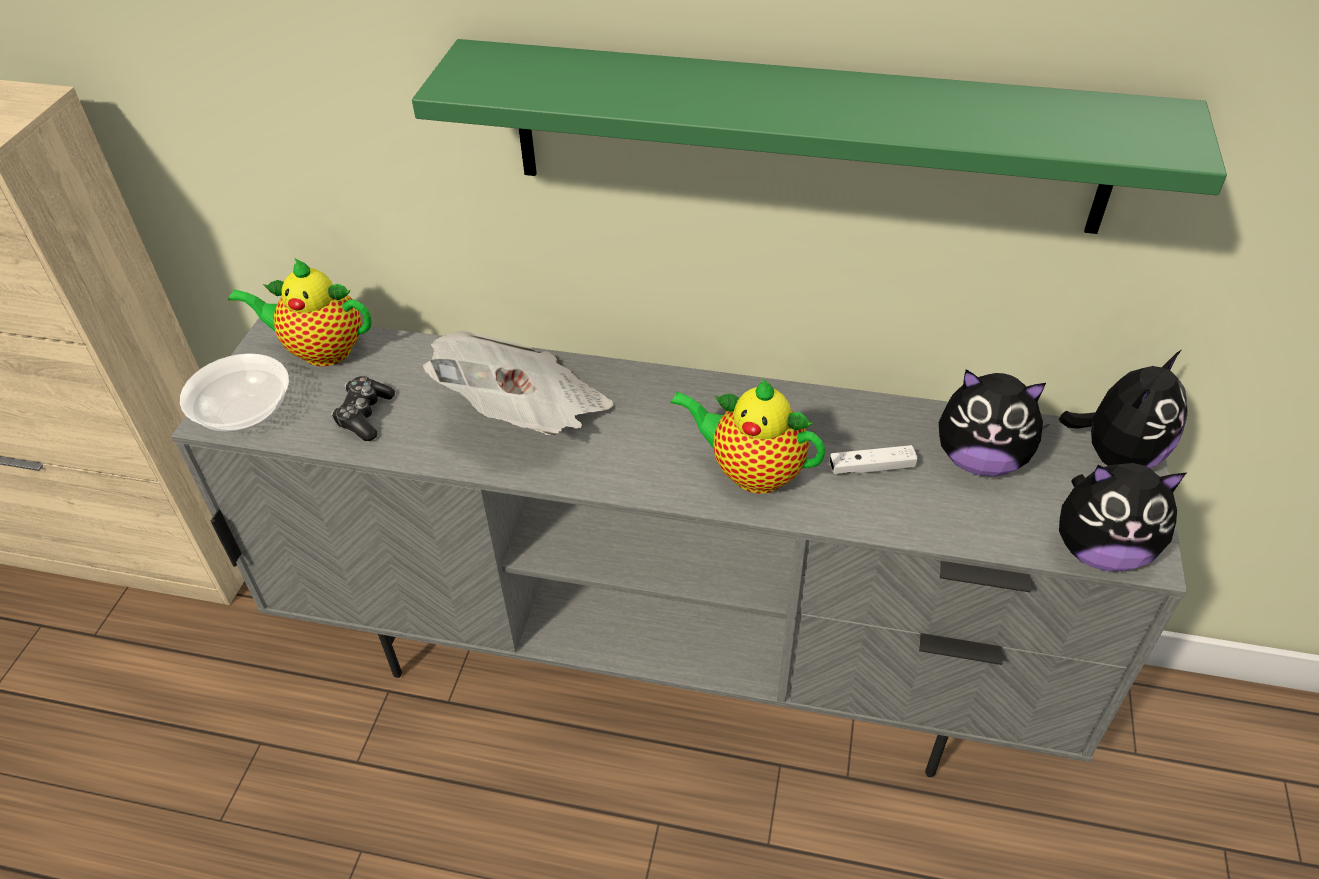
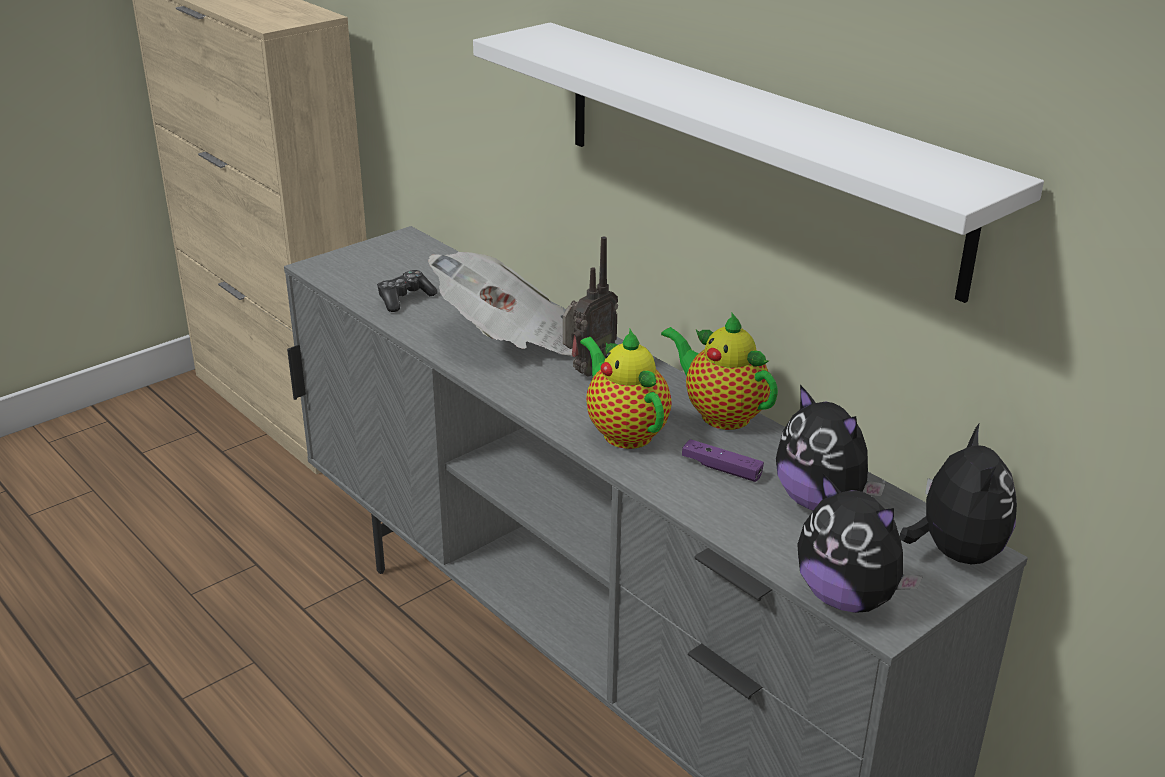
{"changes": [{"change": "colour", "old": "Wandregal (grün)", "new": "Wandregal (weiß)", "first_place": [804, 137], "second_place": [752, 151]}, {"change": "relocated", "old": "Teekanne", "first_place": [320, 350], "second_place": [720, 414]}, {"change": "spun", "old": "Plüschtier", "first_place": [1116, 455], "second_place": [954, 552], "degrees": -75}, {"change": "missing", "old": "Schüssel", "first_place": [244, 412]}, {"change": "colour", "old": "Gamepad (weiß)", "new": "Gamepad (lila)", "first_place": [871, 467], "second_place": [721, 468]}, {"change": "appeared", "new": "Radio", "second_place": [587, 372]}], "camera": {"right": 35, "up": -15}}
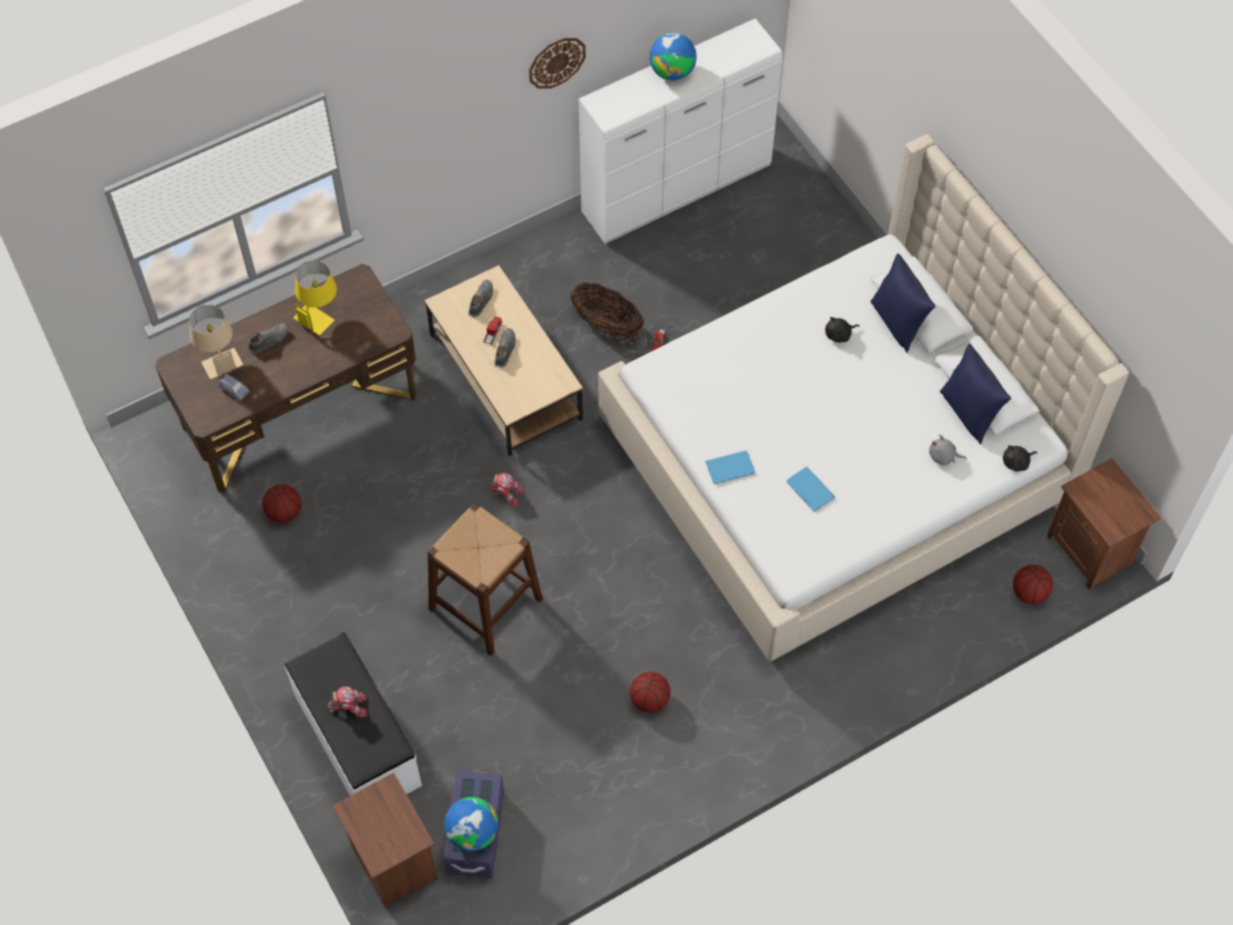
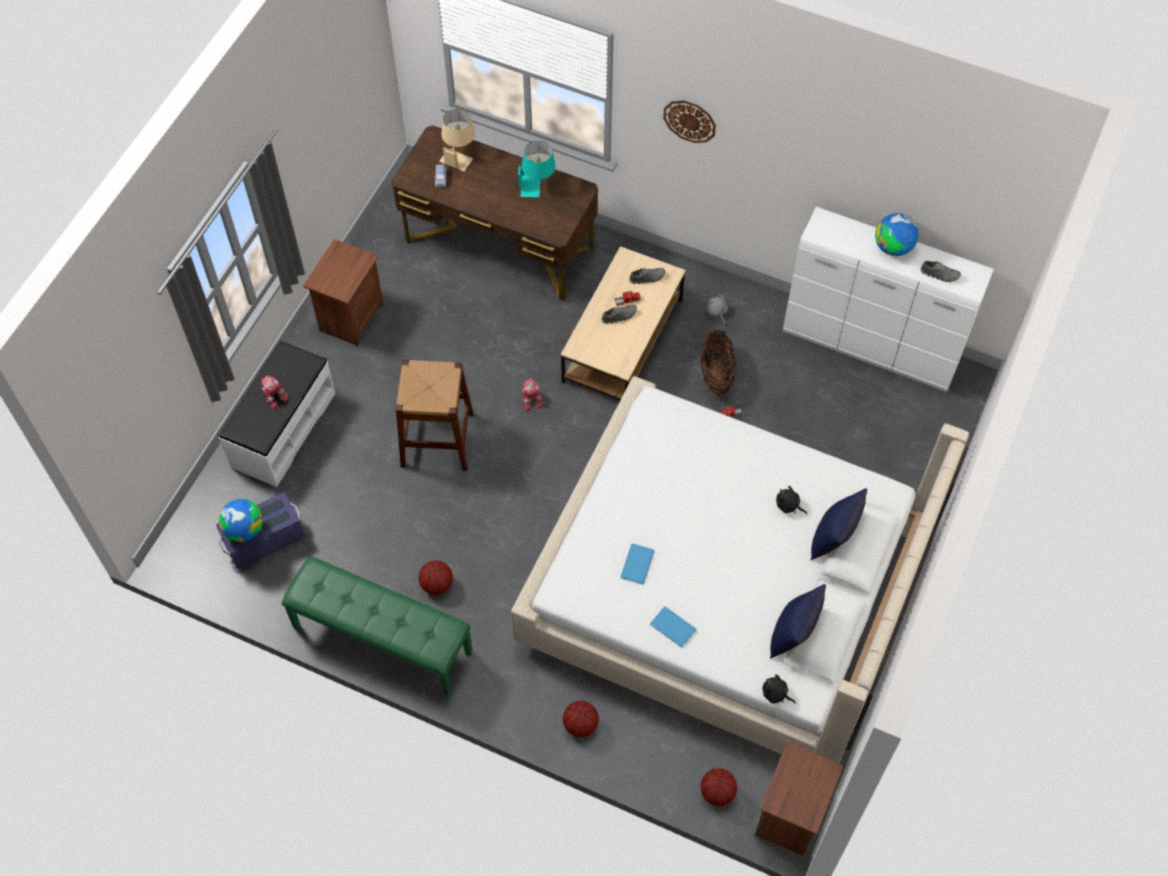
{"changes": [{"change": "relocated", "old": "Wanduhr", "first_place": [556, 62], "second_place": [689, 121]}, {"change": "colour", "old": "Tischlampe (gelb)", "new": "Tischlampe (türkis)", "first_place": [318, 313], "second_place": [537, 185]}, {"change": "relocated", "old": "Schuh (grau)", "first_place": [269, 340], "second_place": [939, 274]}, {"change": "relocated", "old": "Plüschtier (grau)", "first_place": [943, 456], "second_place": [717, 312]}, {"change": "relocated", "old": "Buch (blau)", "first_place": [731, 468], "second_place": [673, 628]}, {"change": "relocated", "old": "Basketball", "first_place": [285, 513], "second_place": [580, 725]}, {"change": "relocated", "old": "Nachttisch (braun)", "first_place": [392, 863], "second_place": [350, 317]}, {"change": "appeared", "new": "Bank (grün)", "second_place": [381, 640]}], "camera": {"right": 55, "up": 0}}
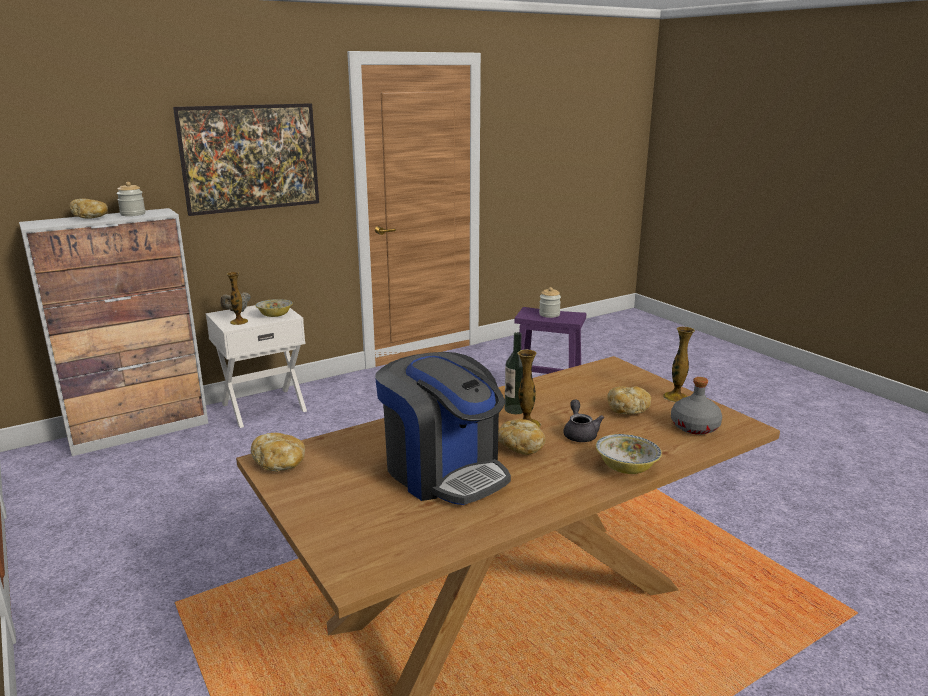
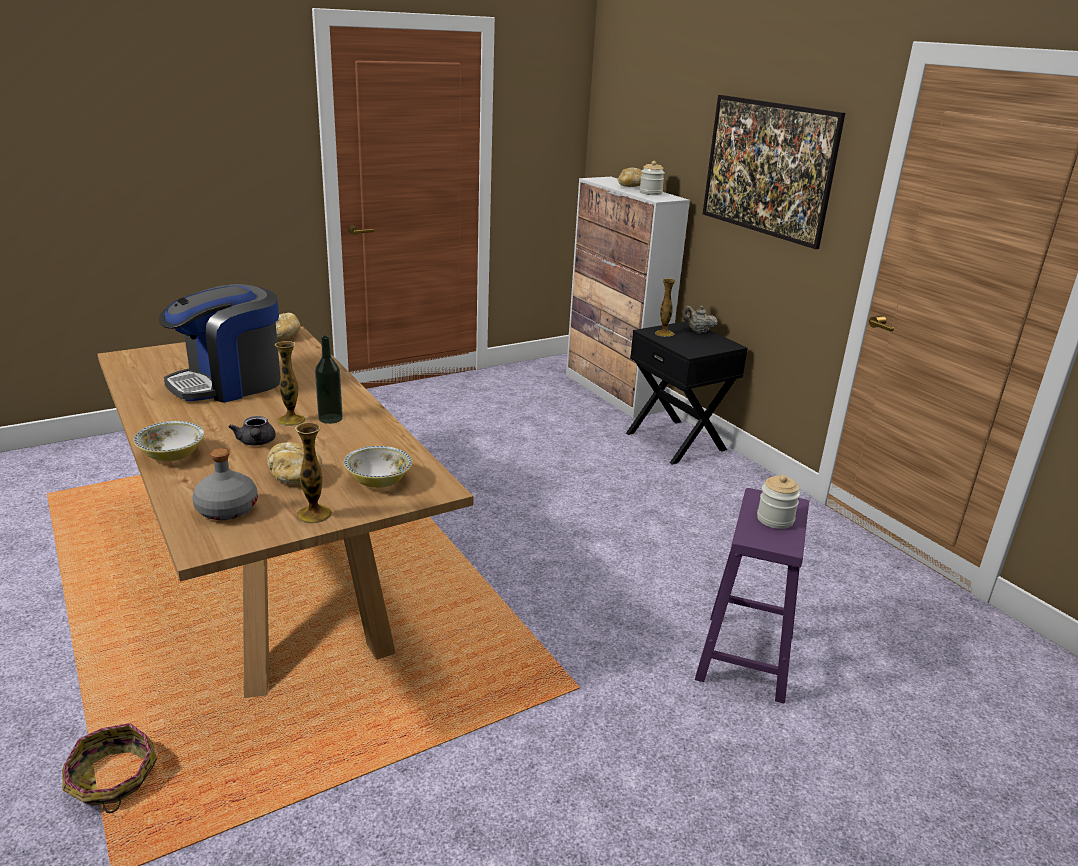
{"changes": [{"change": "relocated", "old": "Schüssel", "first_place": [275, 315], "second_place": [378, 481]}, {"change": "colour", "old": "Nachttisch (weiß)", "new": "Nachttisch (schwarz)", "first_place": [263, 407], "second_place": [676, 441]}, {"change": "spun", "old": "Teekanne (grau)", "first_place": [580, 433], "second_place": [256, 443], "degrees": 75}, {"change": "missing", "old": "Brot", "first_place": [520, 447]}, {"change": "appeared", "new": "Korb", "second_place": [112, 779]}], "camera": {"right": 90, "up": 5}}
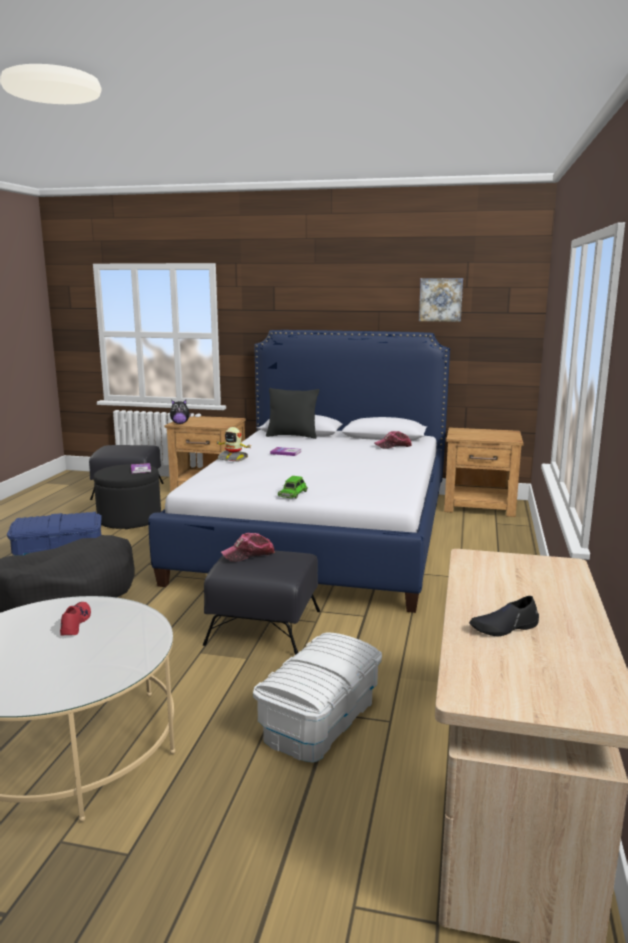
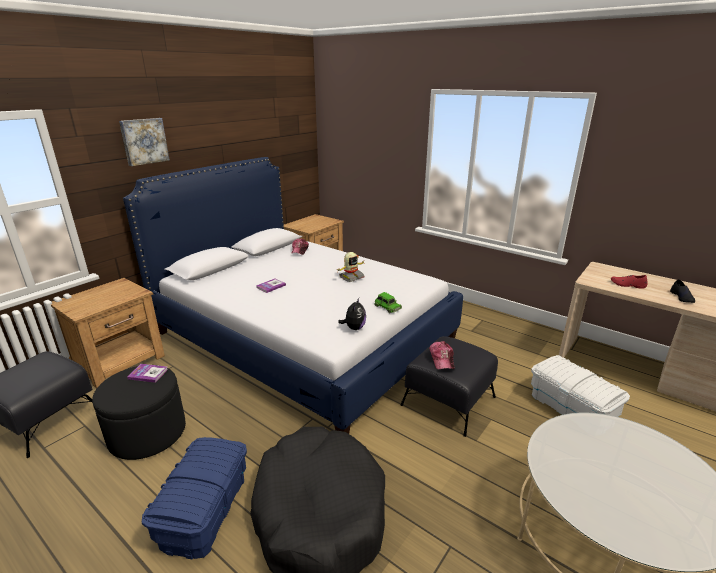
{"changes": [{"change": "relocated", "old": "Bild", "first_place": [440, 299], "second_place": [144, 141]}, {"change": "missing", "old": "Kissen (schwarz)", "first_place": [292, 436]}, {"change": "relocated", "old": "Plüschtier", "first_place": [180, 423], "second_place": [354, 328]}, {"change": "relocated", "old": "Spielzeugroboter", "first_place": [233, 459], "second_place": [351, 277]}, {"change": "relocated", "old": "Schuh (rot)", "first_place": [75, 623], "second_place": [627, 285]}], "camera": {"right": -65, "up": 10}}
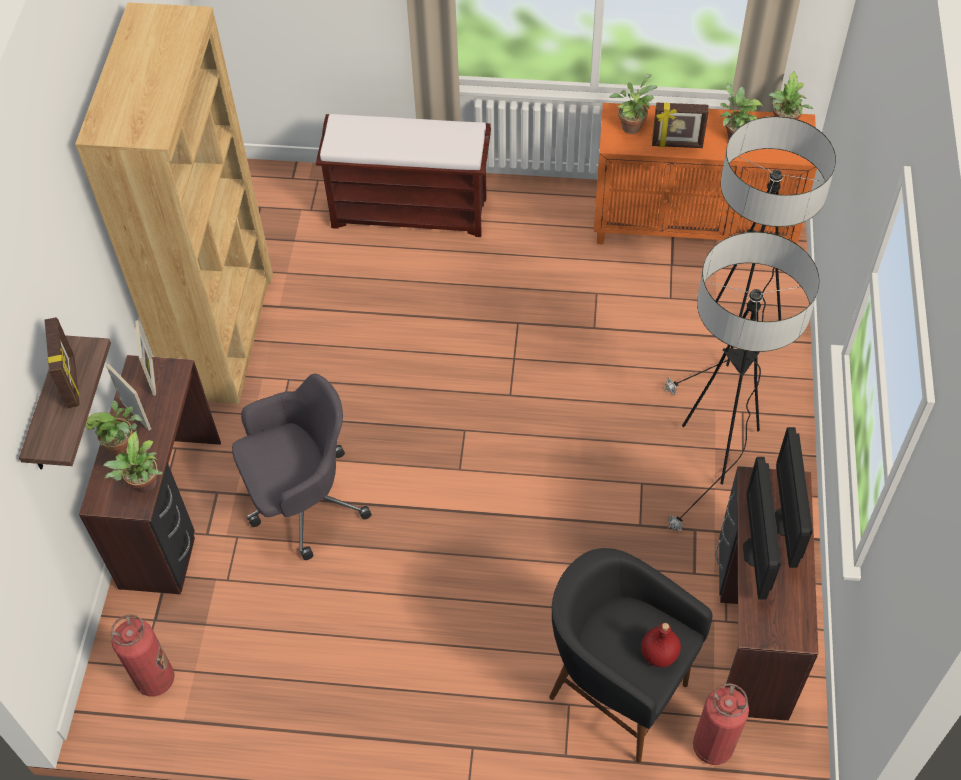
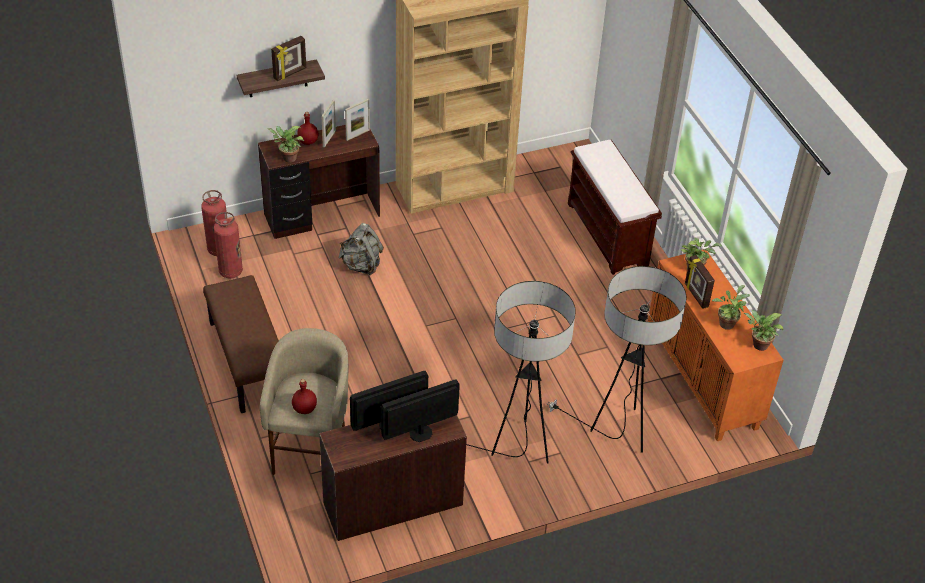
{"changes": [{"change": "exchanged", "old": "Bürostuhl (grau)", "new": "Rucksack (grau)", "first_place": [303, 501], "second_place": [361, 265]}, {"change": "exchanged", "old": "Topfpflanze", "new": "Flasche (rot)", "first_place": [124, 445], "second_place": [308, 141]}, {"change": "colour", "old": "Hocker (schwarz)", "new": "Hocker (beige)", "first_place": [616, 694], "second_place": [311, 449]}, {"change": "relocated", "old": "Feuerlöscher", "first_place": [712, 746], "second_place": [230, 271]}, {"change": "appeared", "new": "Bank (braun)", "second_place": [247, 361]}], "camera": {"right": 60, "up": -10}}
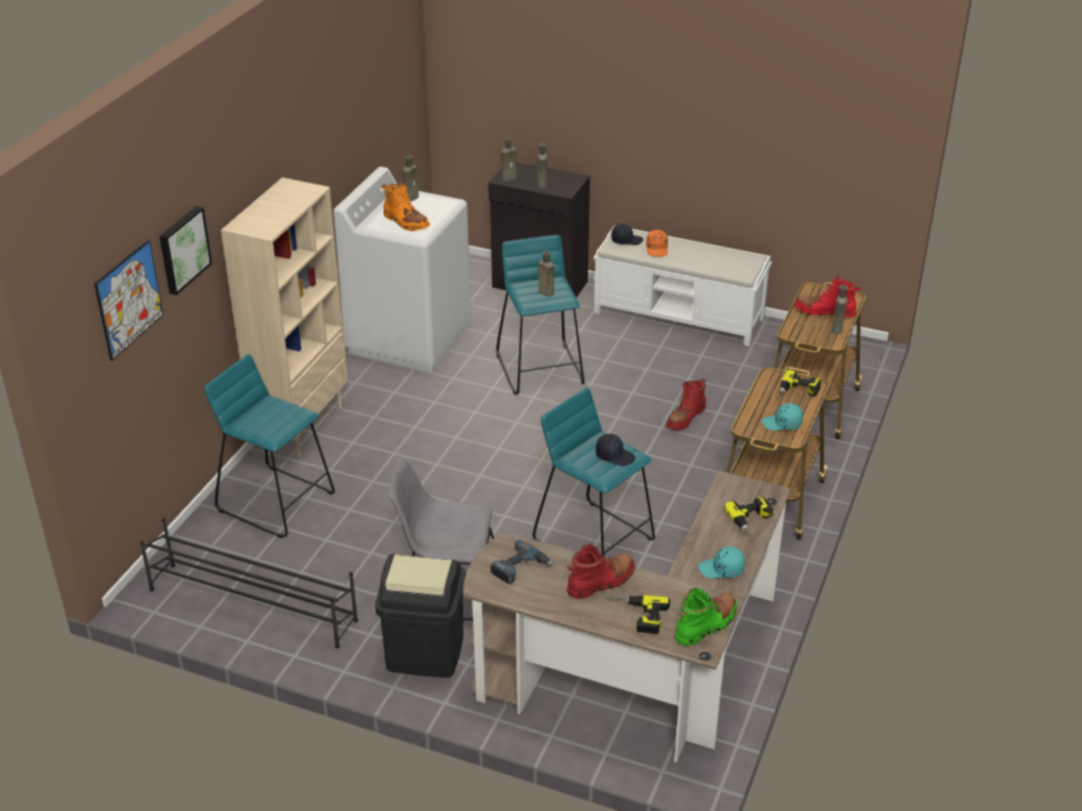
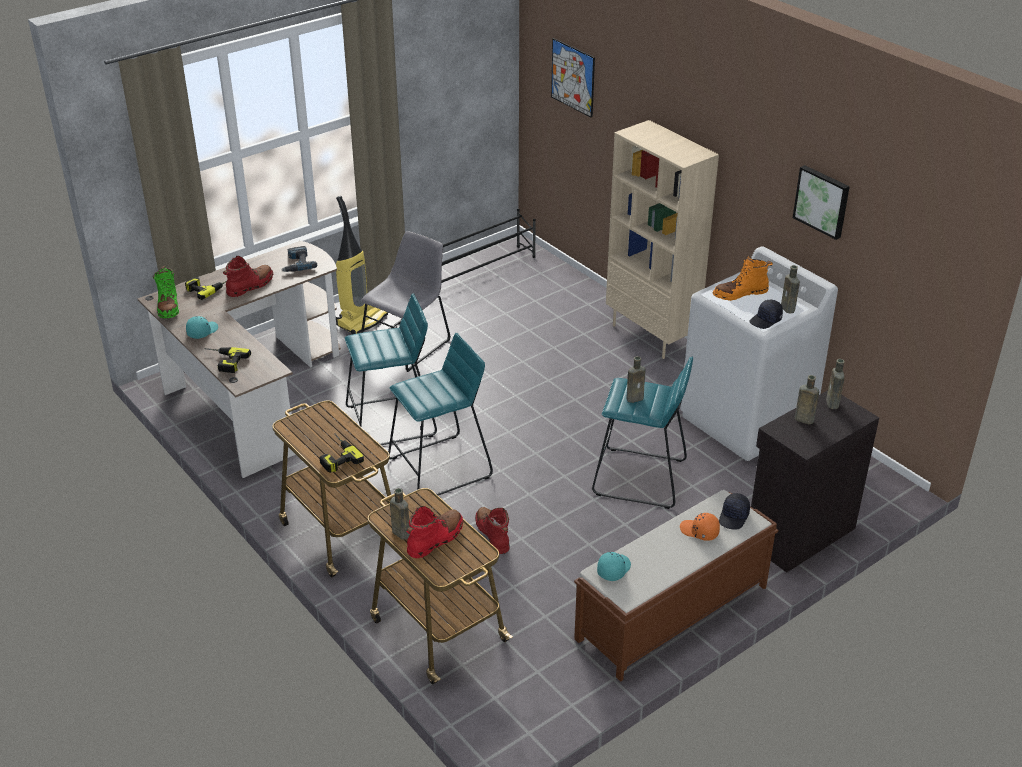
{"changes": [{"change": "relocated", "old": "Bild", "first_place": [183, 249], "second_place": [822, 201]}, {"change": "colour", "old": "Bank (weiß)", "new": "Bank (braun)", "first_place": [680, 315], "second_place": [671, 613]}, {"change": "relocated", "old": "Hocker (türkis)", "first_place": [276, 501], "second_place": [440, 468]}, {"change": "relocated", "old": "Kappe (türkis)", "first_place": [782, 424], "second_place": [613, 569]}, {"change": "relocated", "old": "Kappe (schwarz)", "first_place": [615, 456], "second_place": [766, 320]}, {"change": "spun", "old": "Stiefel (rot)", "first_place": [601, 582], "second_place": [250, 286], "degrees": -135}, {"change": "exchanged", "old": "Mülleimer (schwarz)", "new": "Staubsauger", "first_place": [425, 653], "second_place": [361, 320]}], "camera": {"right": 120, "up": 0}}
